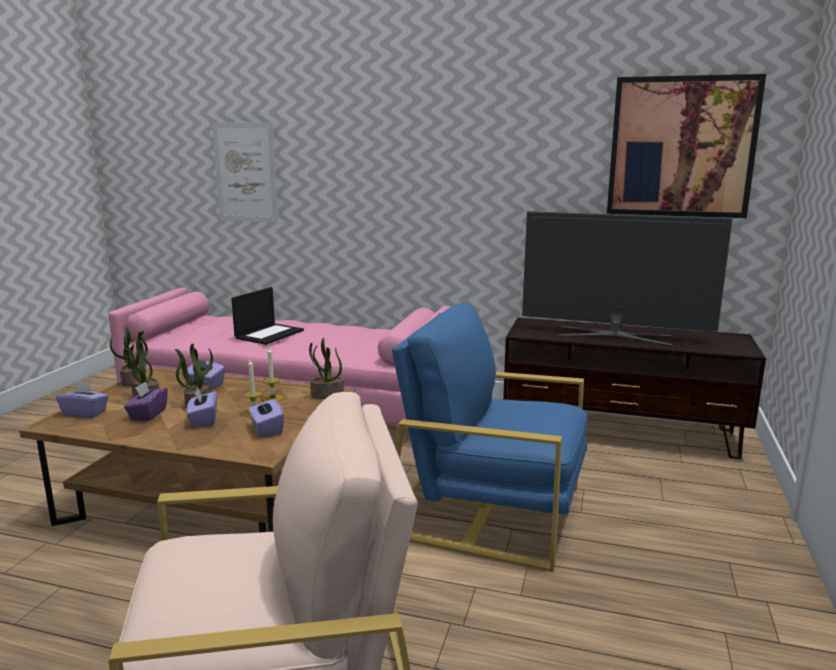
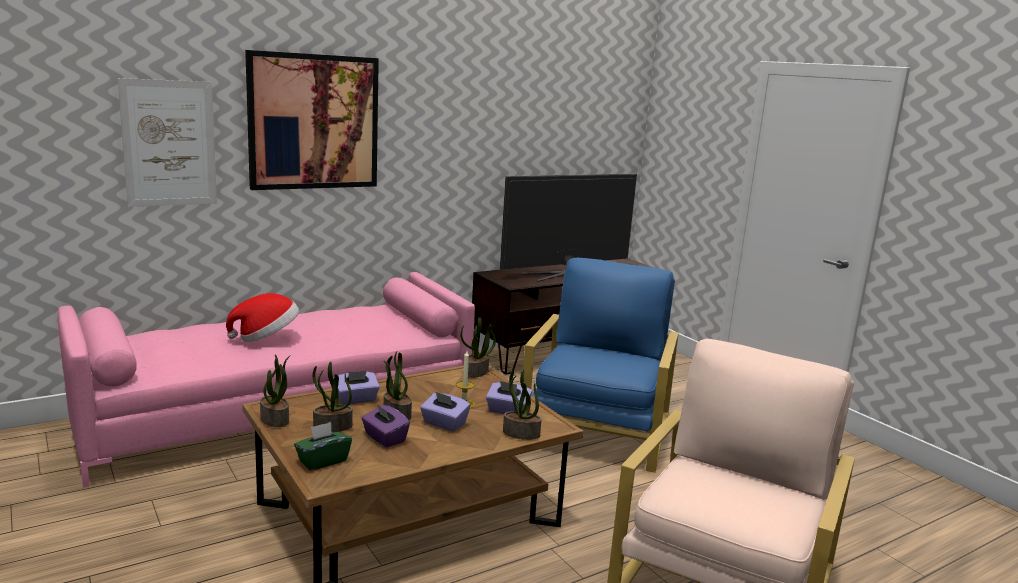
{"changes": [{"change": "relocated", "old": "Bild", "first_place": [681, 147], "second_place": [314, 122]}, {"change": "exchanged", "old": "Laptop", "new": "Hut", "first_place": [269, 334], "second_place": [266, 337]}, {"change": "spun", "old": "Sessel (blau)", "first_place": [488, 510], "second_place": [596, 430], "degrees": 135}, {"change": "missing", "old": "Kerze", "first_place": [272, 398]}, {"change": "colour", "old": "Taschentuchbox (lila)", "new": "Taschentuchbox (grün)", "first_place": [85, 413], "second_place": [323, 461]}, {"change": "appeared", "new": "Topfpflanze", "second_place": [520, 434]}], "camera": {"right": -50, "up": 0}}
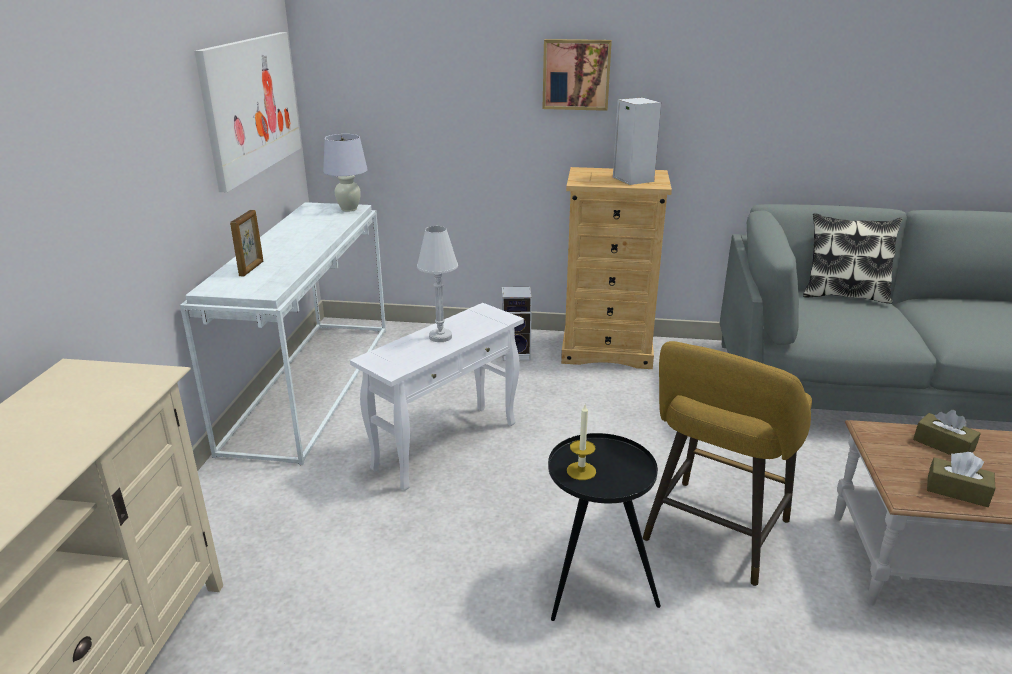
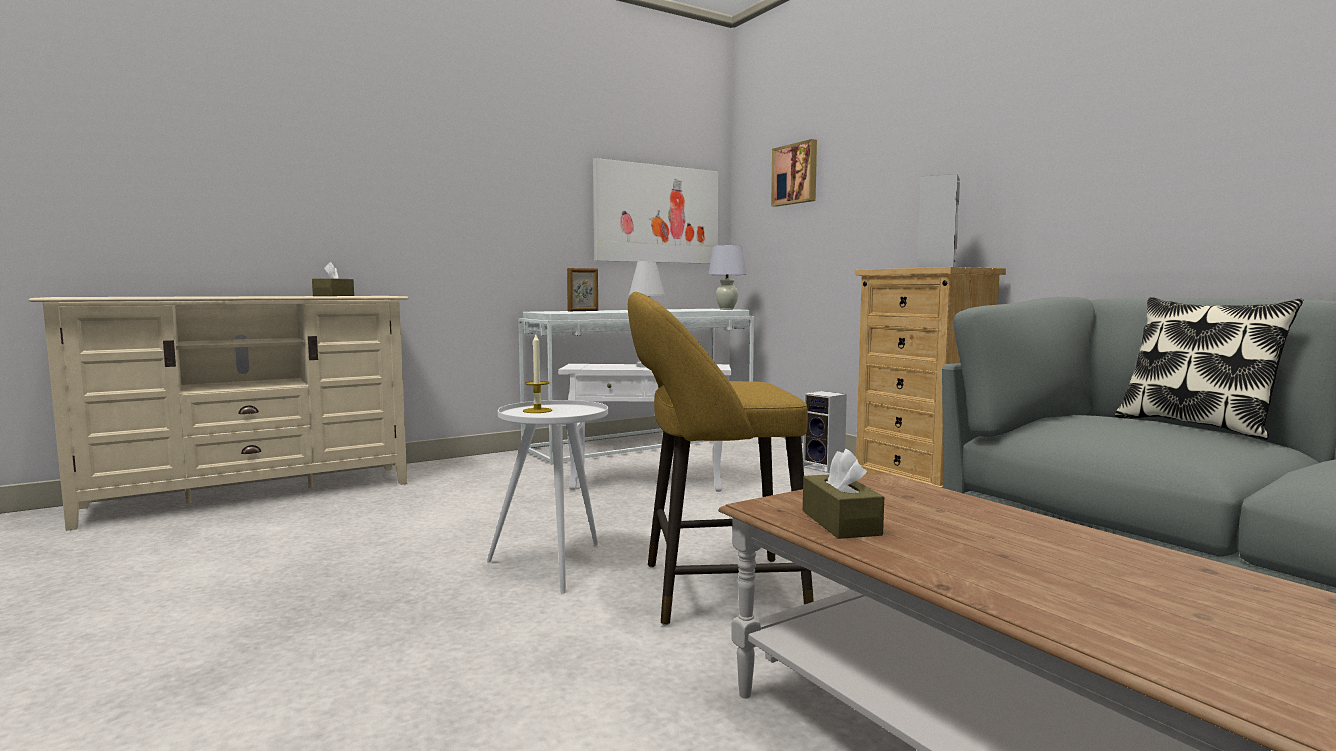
{"changes": [{"change": "relocated", "old": "Bild", "first_place": [576, 74], "second_place": [795, 174]}, {"change": "relocated", "old": "Taschentuchbox (braun)", "first_place": [943, 445], "second_place": [334, 296]}, {"change": "colour", "old": "Beistelltisch (schwarz)", "new": "Beistelltisch (weiß)", "first_place": [594, 584], "second_place": [556, 564]}], "camera": {"right": 50, "up": -20}}
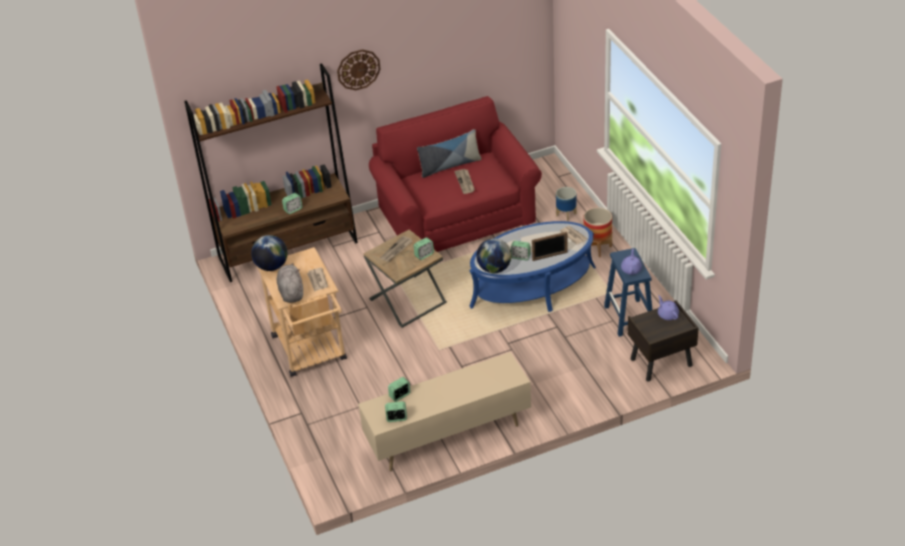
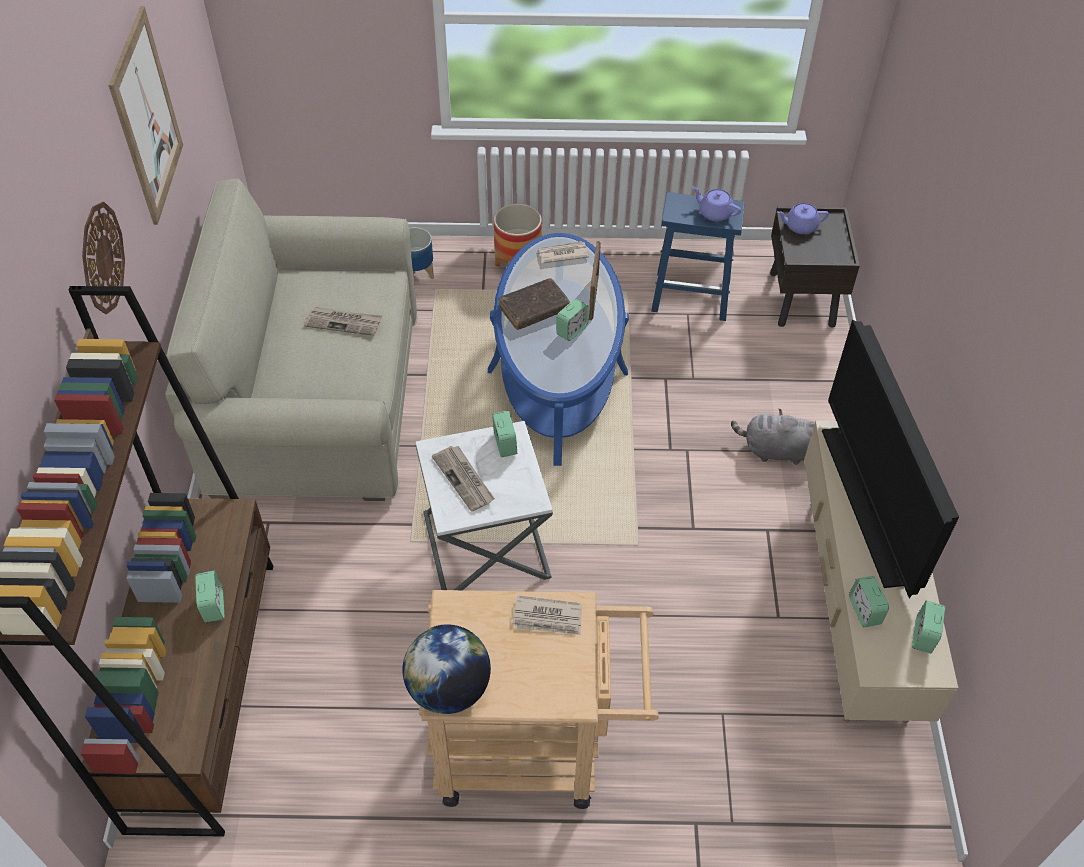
{"changes": [{"change": "colour", "old": "Sofa (rot)", "new": "Sofa (beige)", "first_place": [457, 217], "second_place": [317, 402]}, {"change": "missing", "old": "Kissen", "first_place": [449, 166]}, {"change": "colour", "old": "Beistelltisch (braun)", "new": "Beistelltisch (weiß)", "first_place": [408, 301], "second_place": [486, 545]}, {"change": "missing", "old": "Globus", "first_place": [494, 269]}, {"change": "relocated", "old": "Plüschtier (grau)", "first_place": [291, 292], "second_place": [775, 451]}, {"change": "appeared", "new": "Bild", "second_place": [147, 117]}, {"change": "appeared", "new": "Buch (braun)", "second_place": [534, 309]}, {"change": "appeared", "new": "Fernseher", "second_place": [868, 505]}], "camera": {"right": -70, "up": 10}}
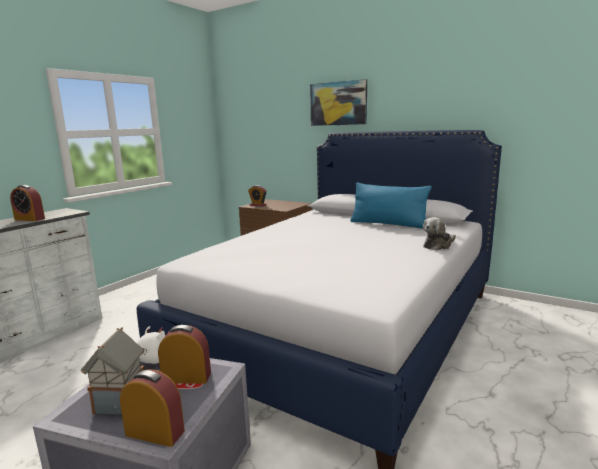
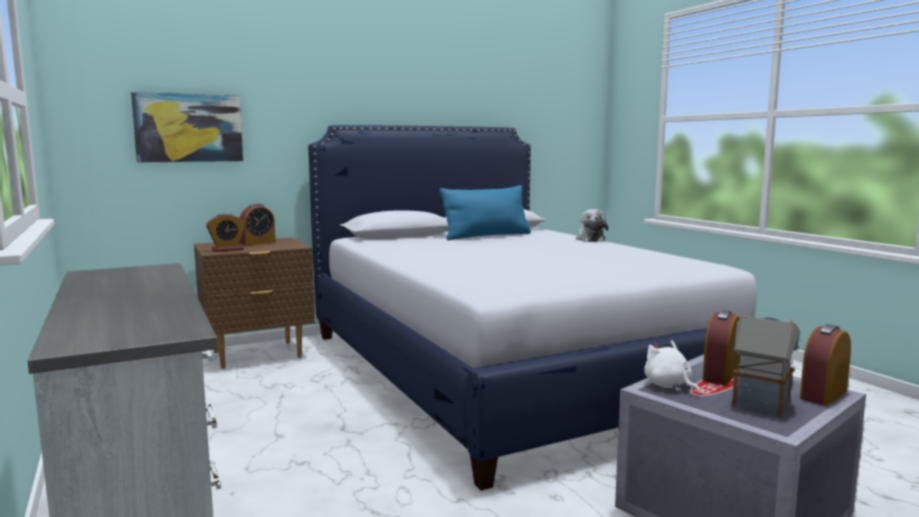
{"changes": [{"change": "relocated", "old": "Bild", "first_place": [338, 103], "second_place": [189, 128]}, {"change": "relocated", "old": "Wecker", "first_place": [29, 219], "second_place": [258, 243]}], "camera": {"right": -60, "up": -5}}
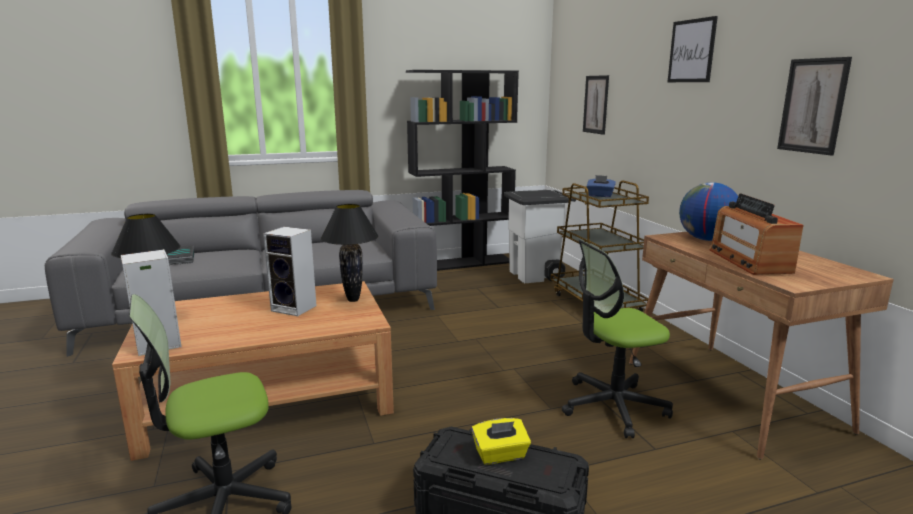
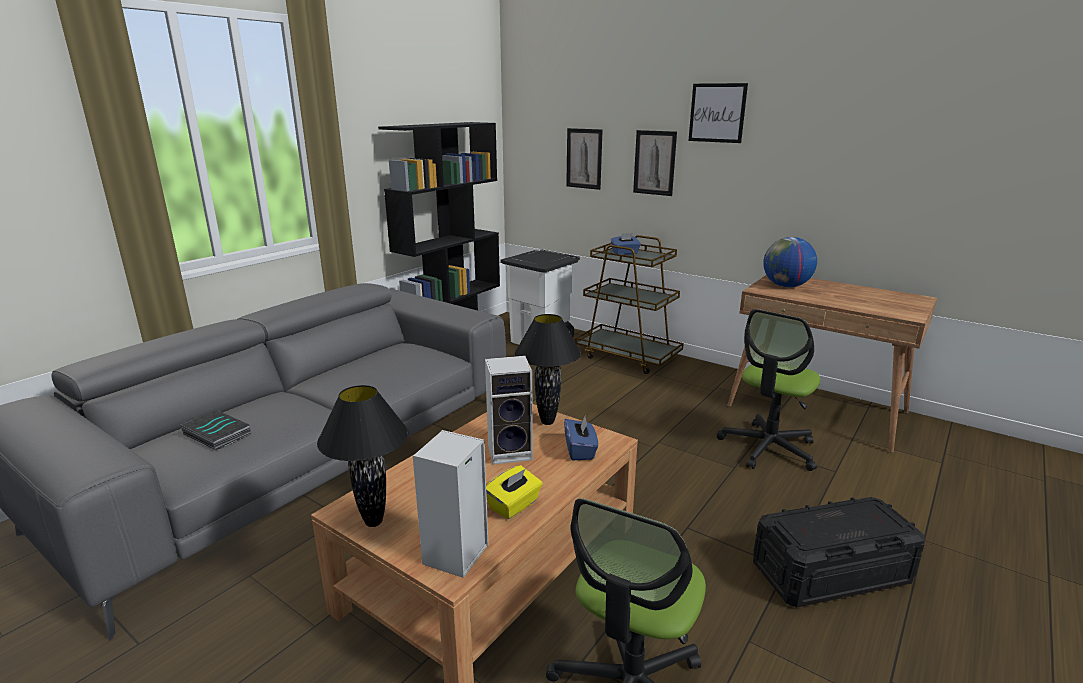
{"changes": [{"change": "relocated", "old": "Bild", "first_place": [812, 106], "second_place": [654, 163]}, {"change": "missing", "old": "Radio", "first_place": [749, 261]}, {"change": "relocated", "old": "Taschentuchbox (gelb)", "first_place": [500, 455], "second_place": [514, 505]}, {"change": "appeared", "new": "Taschentuchbox (blau)", "second_place": [580, 450]}], "camera": {"right": -35, "up": 5}}
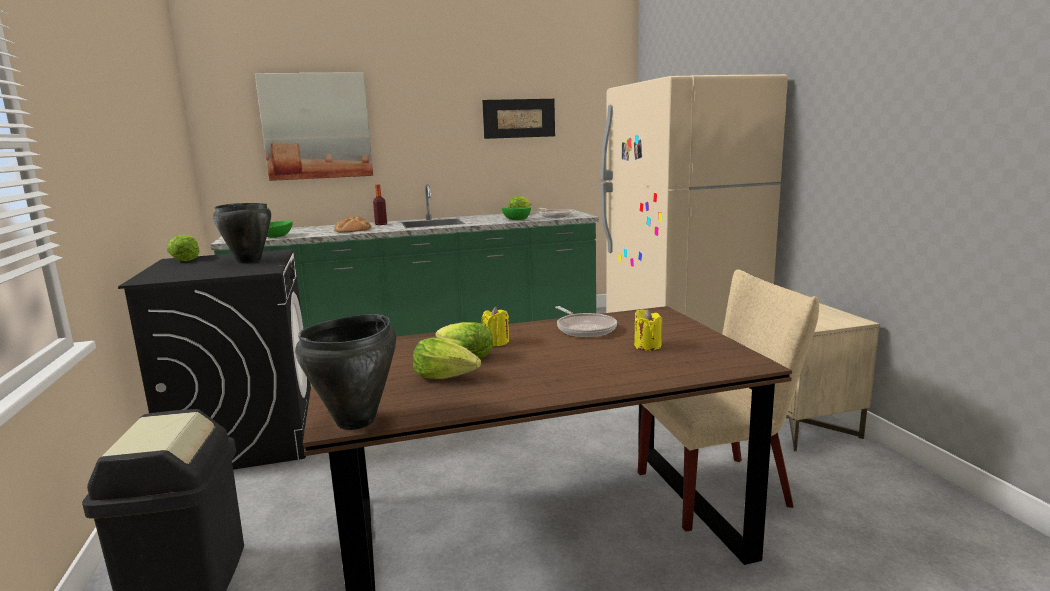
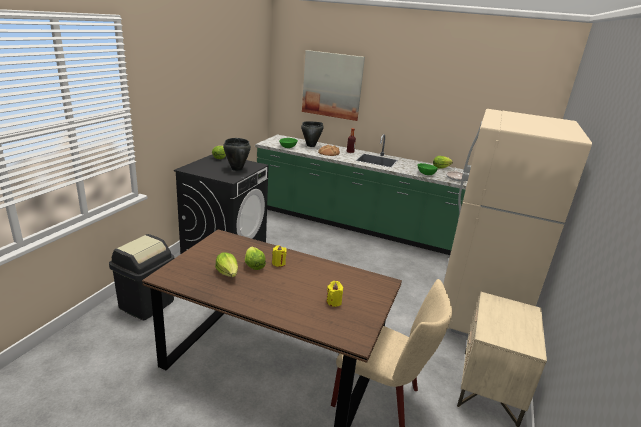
{"changes": [{"change": "missing", "old": "Bild", "first_place": [519, 118]}, {"change": "missing", "old": "Pfanne", "first_place": [584, 329]}, {"change": "relocated", "old": "Kochtopf (schwarz)", "first_place": [356, 421], "second_place": [311, 145]}], "camera": {"right": 35, "up": 10}}
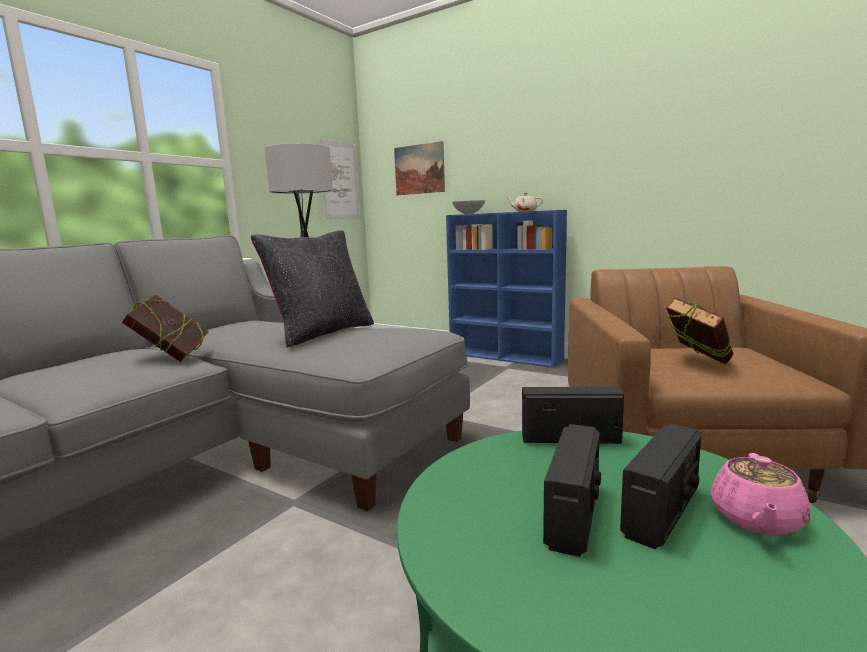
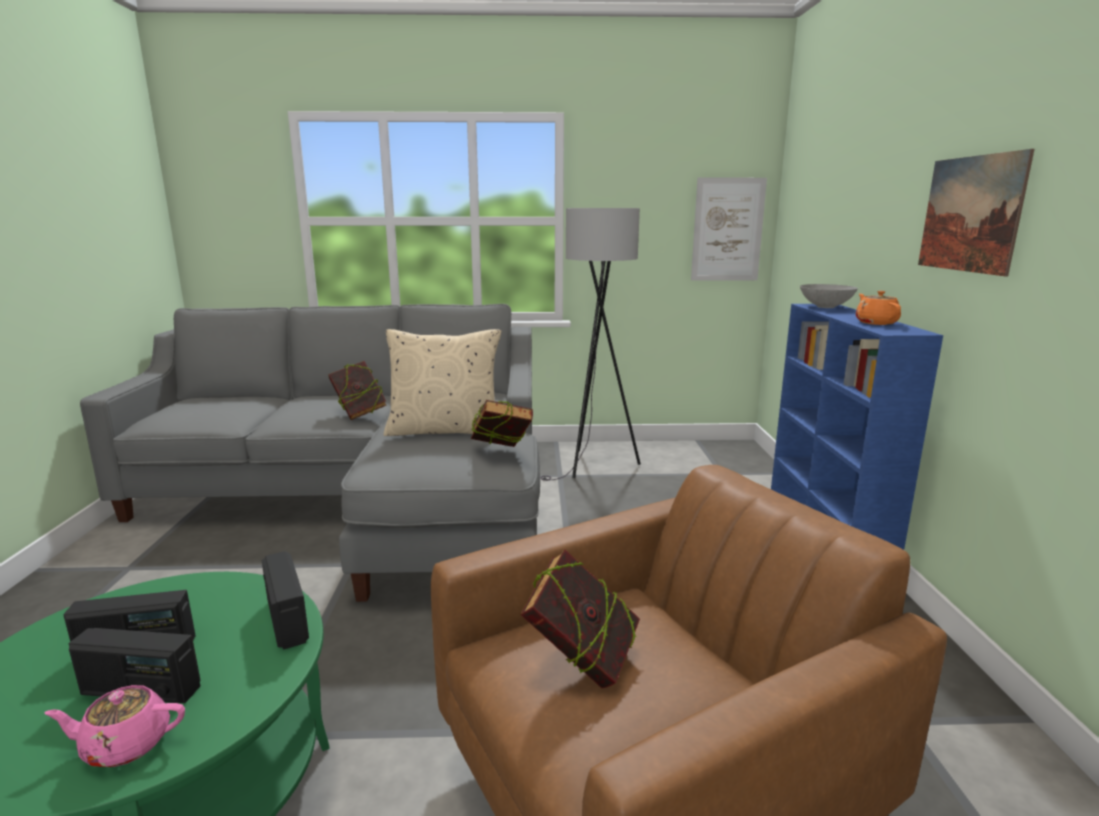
{"changes": [{"change": "relocated", "old": "Bild", "first_place": [419, 169], "second_place": [970, 214]}, {"change": "colour", "old": "Teekanne (beige)", "new": "Teekanne (orange)", "first_place": [524, 211], "second_place": [875, 323]}, {"change": "colour", "old": "Kissen (schwarz)", "new": "Kissen (beige)", "first_place": [322, 333], "second_place": [445, 431]}, {"change": "appeared", "new": "Buch", "second_place": [501, 454]}], "camera": {"right": 55, "up": 5}}
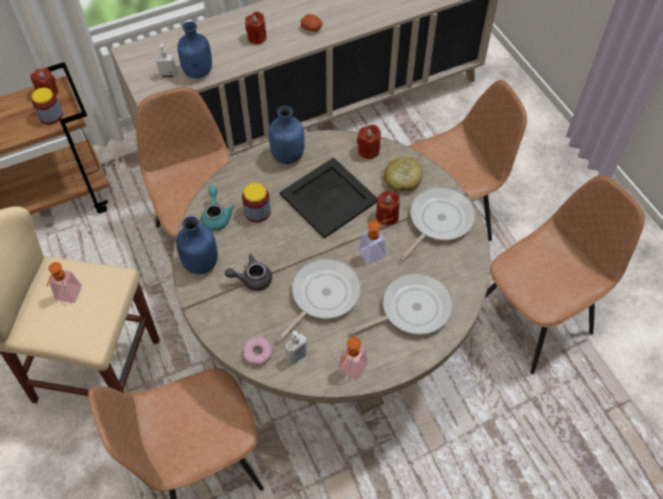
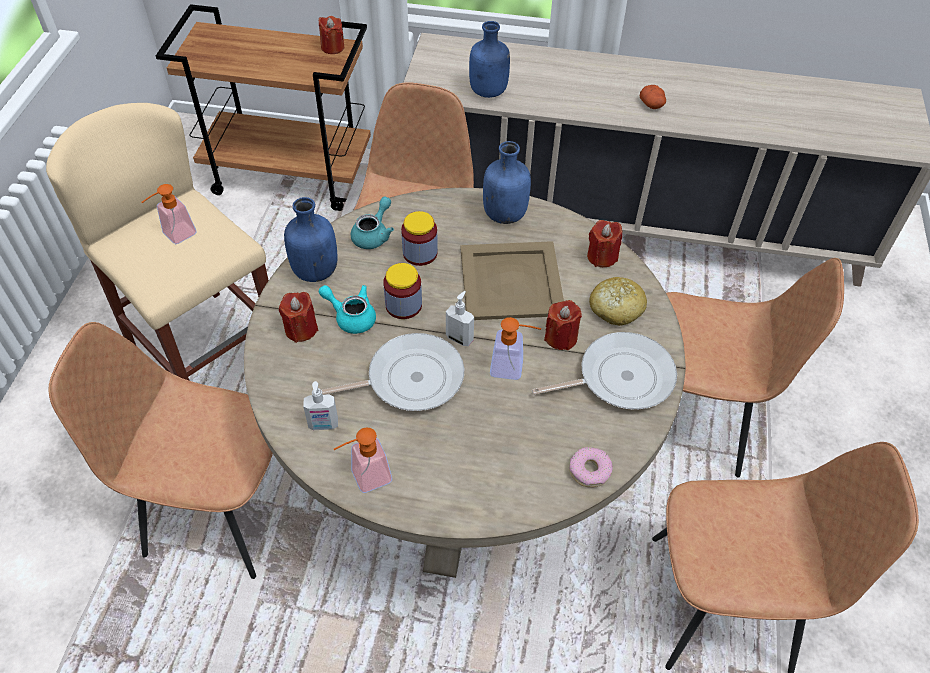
{"changes": [{"change": "relocated", "old": "Kerze (rot)", "first_place": [257, 37], "second_place": [301, 329]}, {"change": "relocated", "old": "Seifenspender", "first_place": [168, 75], "second_place": [460, 338]}, {"change": "relocated", "old": "Vorratsglas", "first_place": [51, 115], "second_place": [403, 305]}, {"change": "colour", "old": "Tablett (schwarz)", "new": "Tablett (beige)", "first_place": [330, 197], "second_place": [512, 281]}, {"change": "colour", "old": "Teekanne (grau)", "new": "Teekanne (türkis)", "first_place": [252, 279], "second_place": [351, 317]}, {"change": "missing", "old": "Pfanne", "first_place": [411, 309]}, {"change": "relocated", "old": "Donut", "first_place": [257, 353], "second_place": [589, 470]}], "camera": {"right": 35, "up": -5}}
